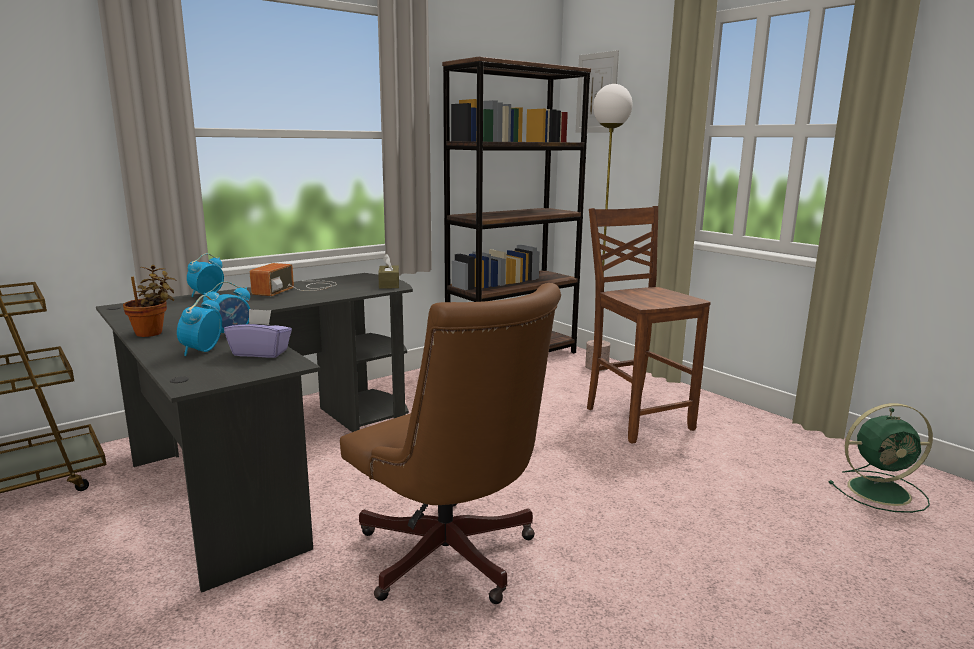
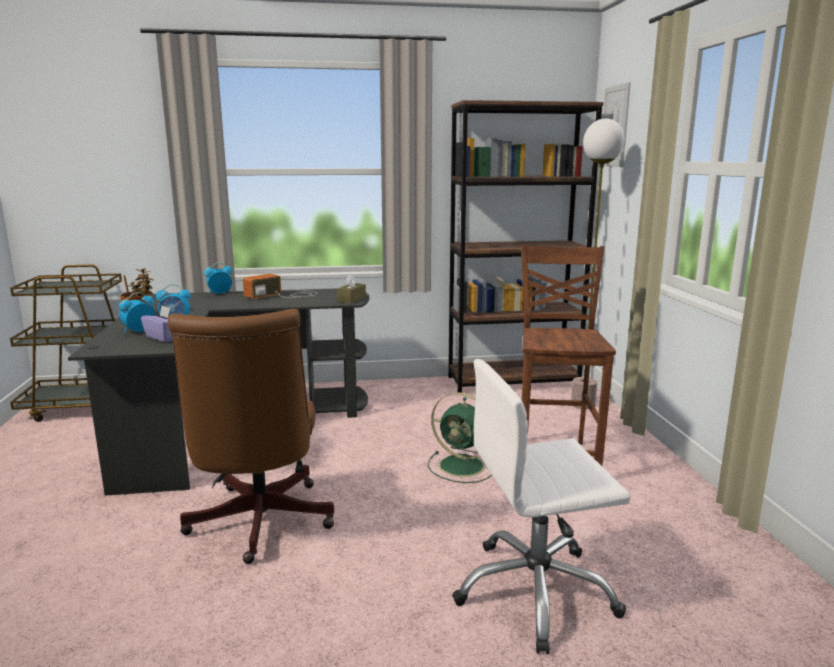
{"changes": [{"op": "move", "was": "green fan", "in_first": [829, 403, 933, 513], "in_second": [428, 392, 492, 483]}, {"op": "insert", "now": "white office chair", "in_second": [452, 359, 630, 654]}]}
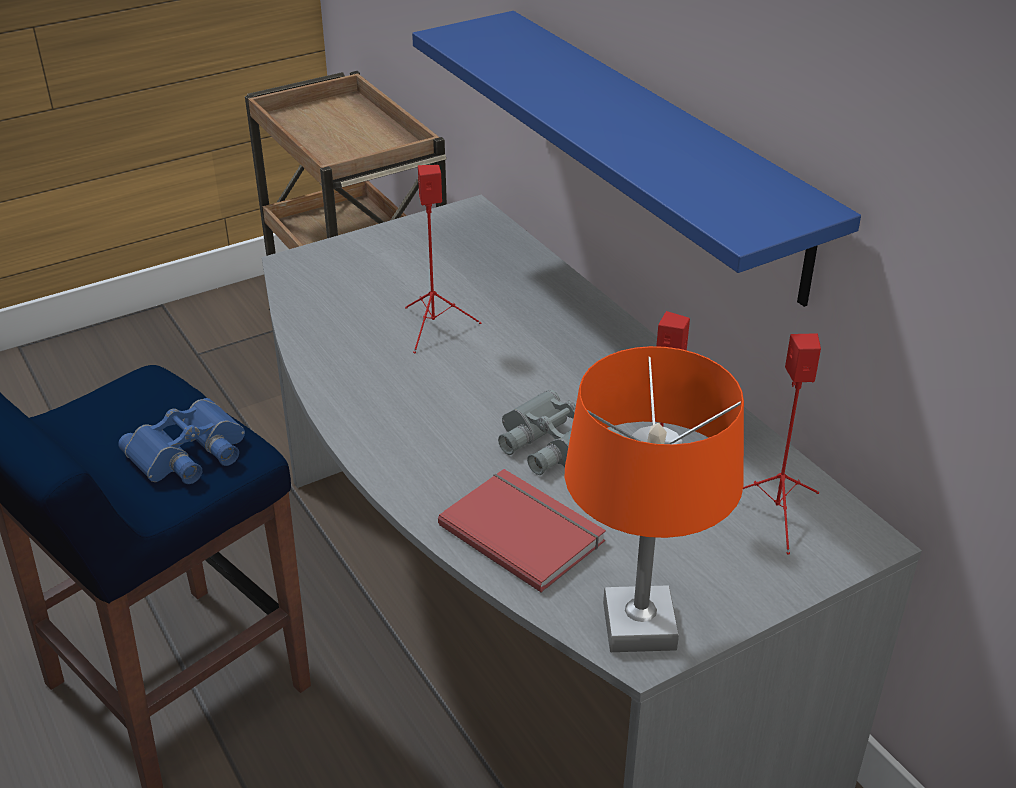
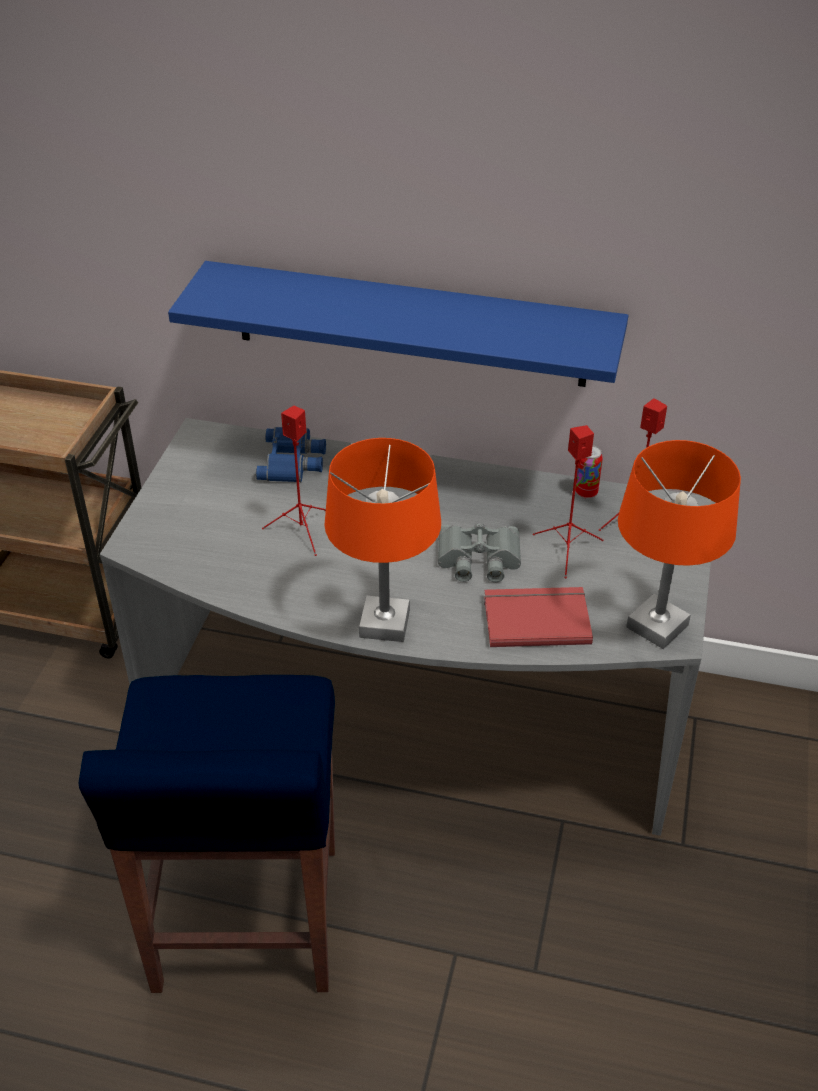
{"changes": [{"op": "move", "was": "blue binoculars", "in_first": [118, 398, 245, 484], "in_second": [256, 427, 326, 482]}, {"op": "insert", "now": "orange table lamp", "in_second": [325, 438, 441, 642]}, {"op": "insert", "now": "can", "in_second": [575, 446, 603, 499]}]}
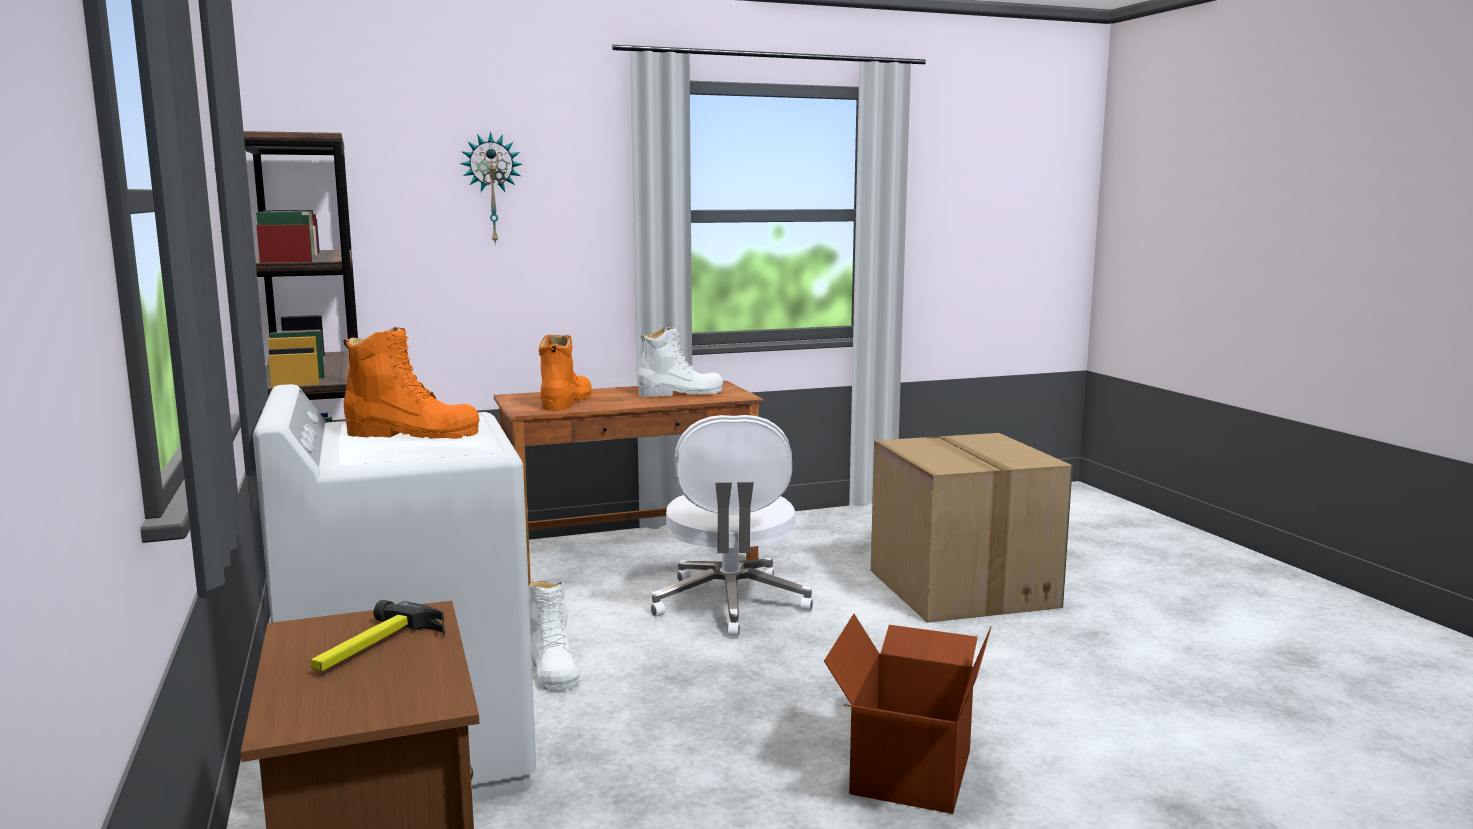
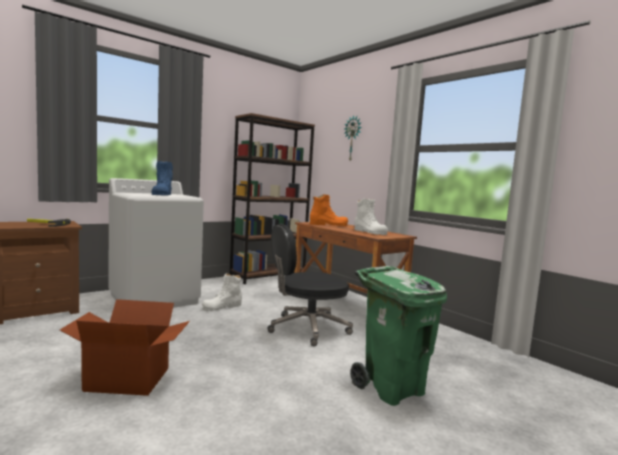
{"changes": [{"op": "recolor", "was": "orange boot", "now": "blue boot", "in_first": [343, 327, 480, 439], "in_second": [151, 161, 173, 195]}, {"op": "recolor", "was": "white office chair", "now": "black office chair", "in_first": [651, 415, 813, 637], "in_second": [267, 224, 353, 346]}, {"op": "replace", "was": "cardboard box", "now": "green trash can", "in_first": [871, 433, 1073, 623], "in_second": [350, 266, 447, 406]}]}
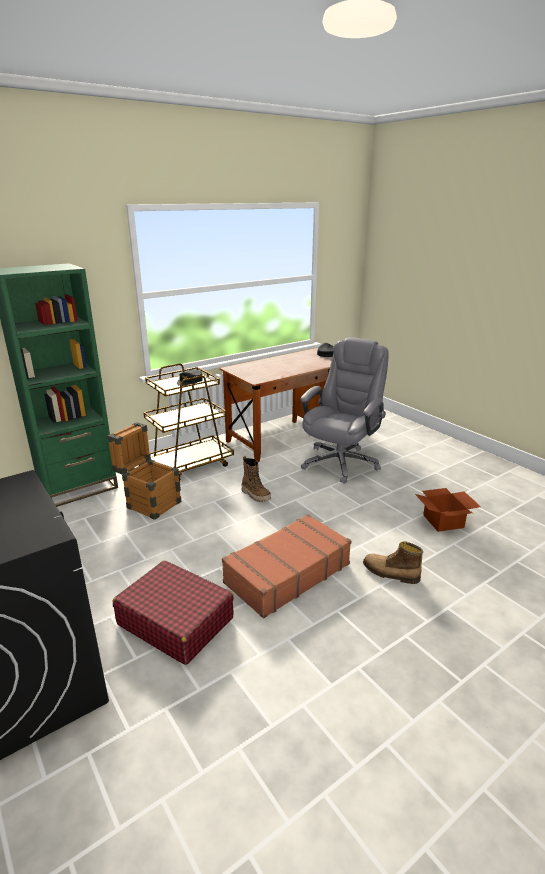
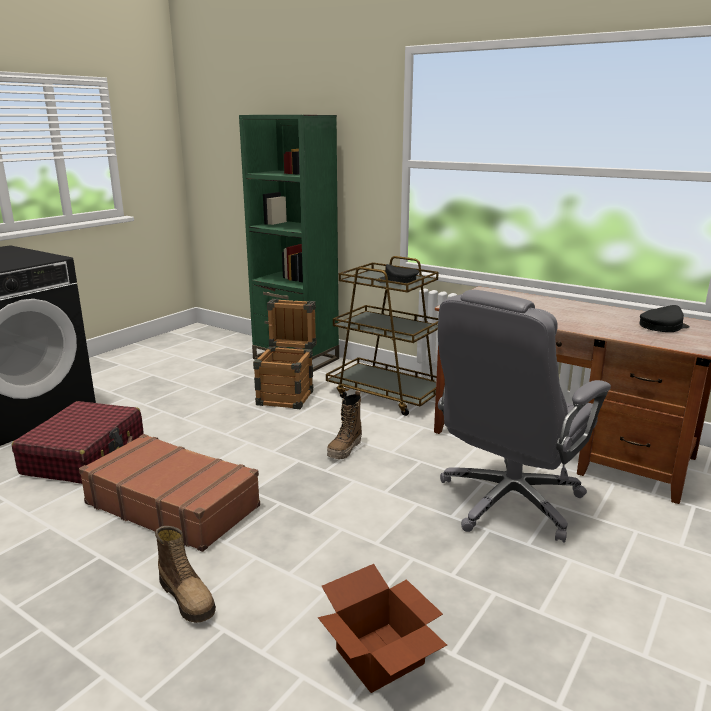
{"changes": [{"op": "rotate", "was": "grey office chair", "in_first": [301, 337, 389, 484], "in_second": [438, 290, 611, 543], "clockwise": 120}, {"op": "rotate", "was": "boot", "in_first": [363, 541, 423, 584], "in_second": [155, 526, 216, 623], "clockwise": 135}]}
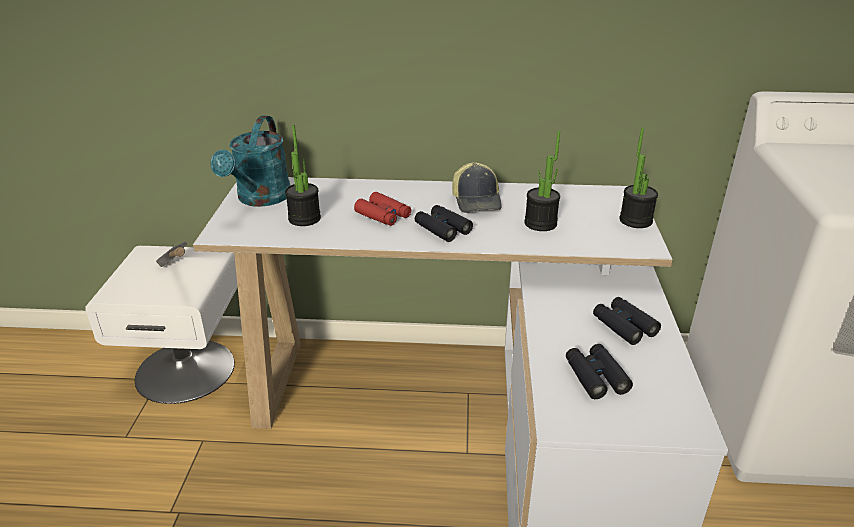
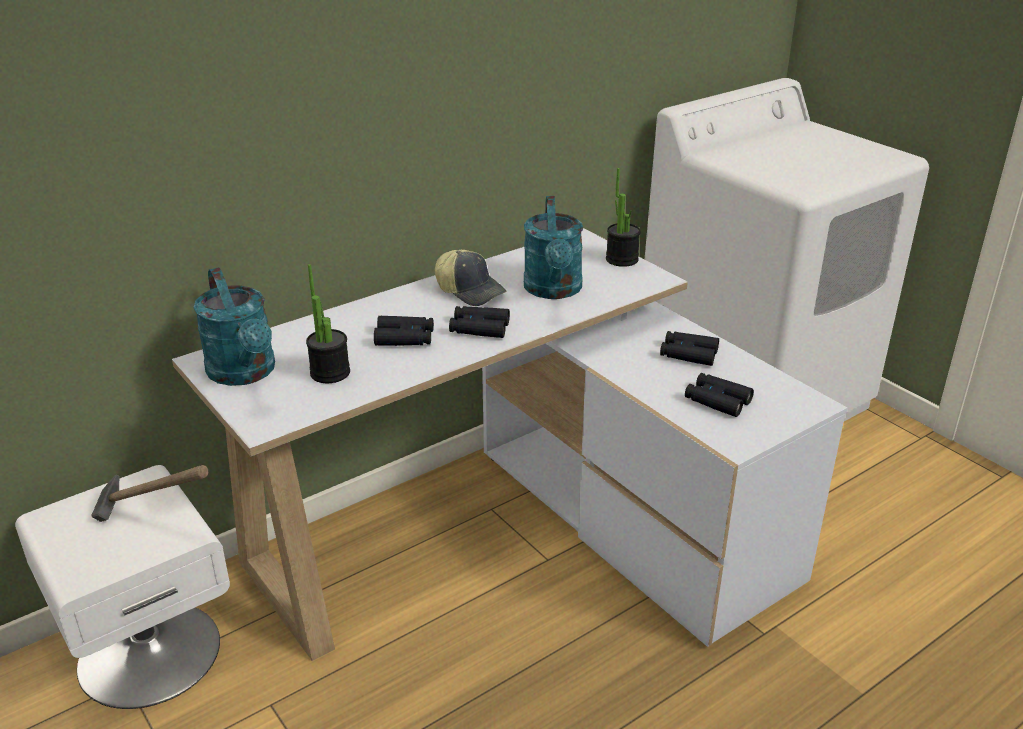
{"changes": [{"op": "replace", "was": "potted plant", "now": "turquoise watering can", "in_first": [524, 131, 560, 231], "in_second": [524, 196, 583, 299]}, {"op": "recolor", "was": "red binoculars", "now": "black binoculars", "in_first": [354, 192, 411, 226], "in_second": [374, 316, 434, 346]}]}
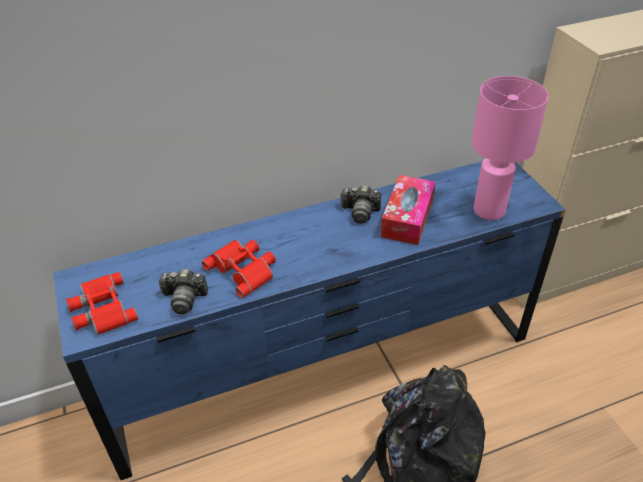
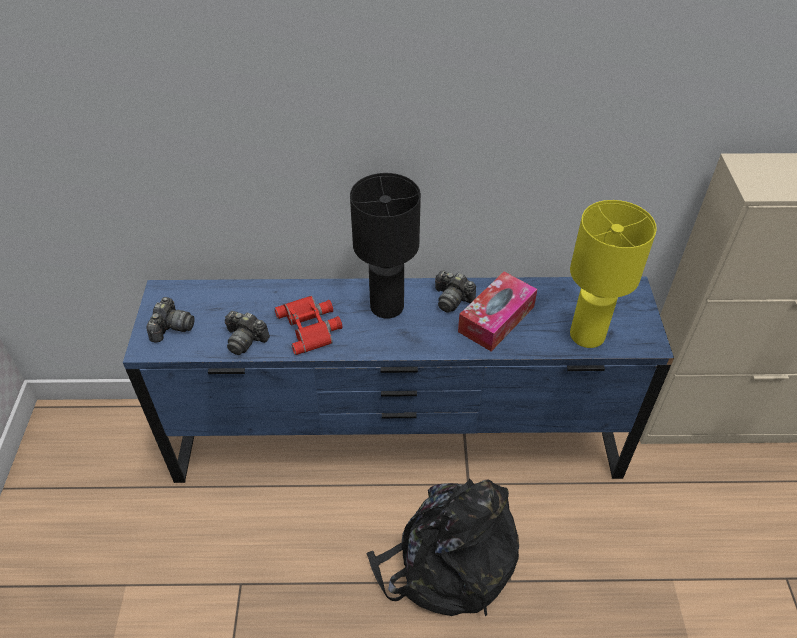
{"changes": [{"op": "recolor", "was": "pink table lamp", "now": "yellow table lamp", "in_first": [471, 76, 549, 220], "in_second": [570, 200, 657, 348]}, {"op": "replace", "was": "red binoculars", "now": "photo camera", "in_first": [66, 272, 138, 335], "in_second": [146, 297, 195, 342]}, {"op": "insert", "now": "black table lamp", "in_second": [350, 173, 421, 319]}]}
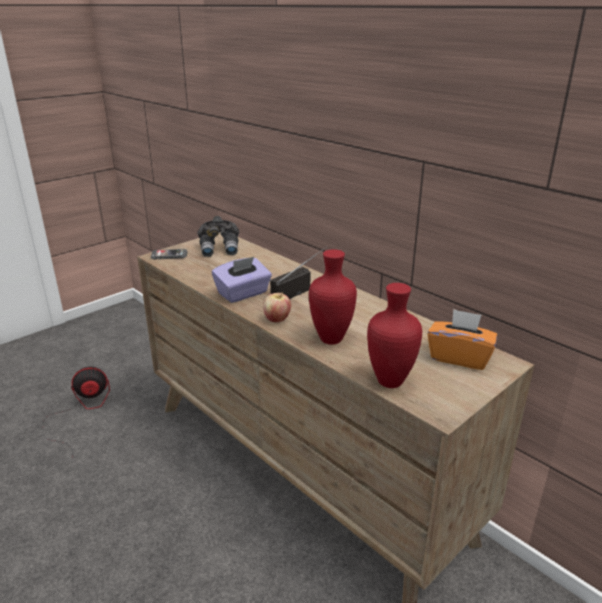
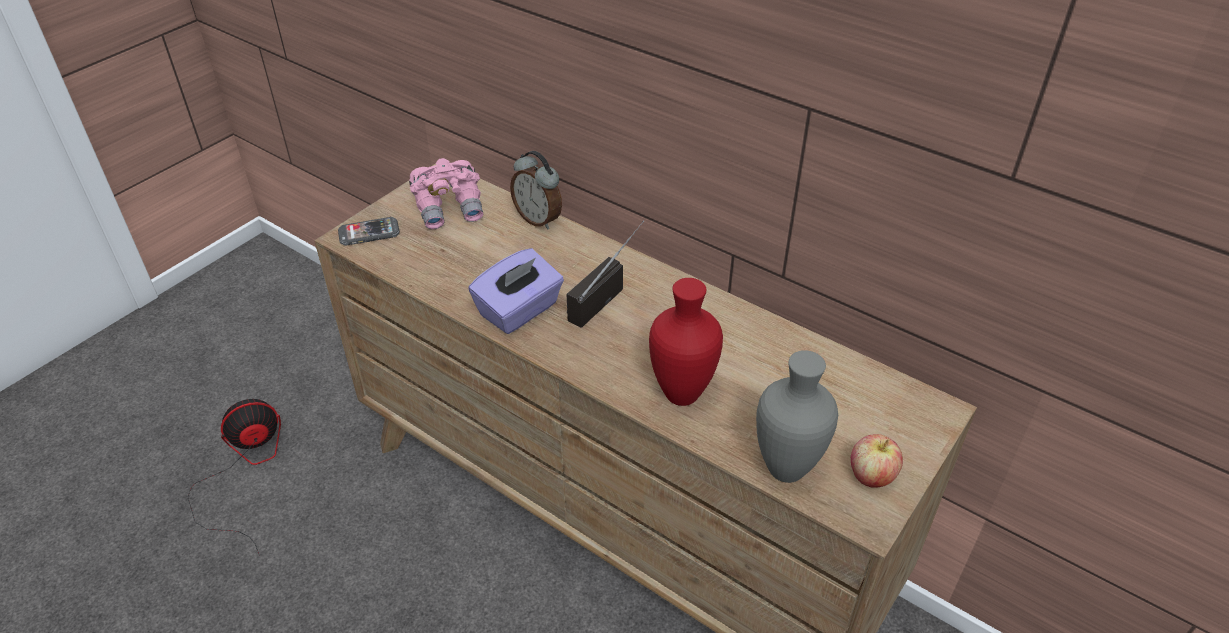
{"changes": [{"op": "recolor", "was": "grey binoculars", "now": "pink binoculars", "in_first": [197, 216, 239, 257], "in_second": [409, 158, 484, 229]}, {"op": "recolor", "was": "red vase", "now": "grey vase", "in_first": [367, 283, 422, 388], "in_second": [756, 350, 838, 483]}, {"op": "move", "was": "apple", "in_first": [263, 292, 291, 322], "in_second": [851, 434, 903, 488]}, {"op": "delete", "was": "orange tissue box", "in_first": [427, 309, 497, 370]}, {"op": "insert", "now": "alarm clock", "in_second": [510, 151, 562, 230]}]}
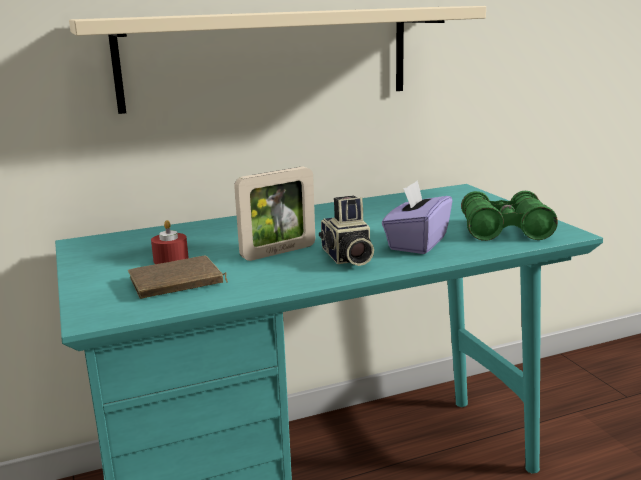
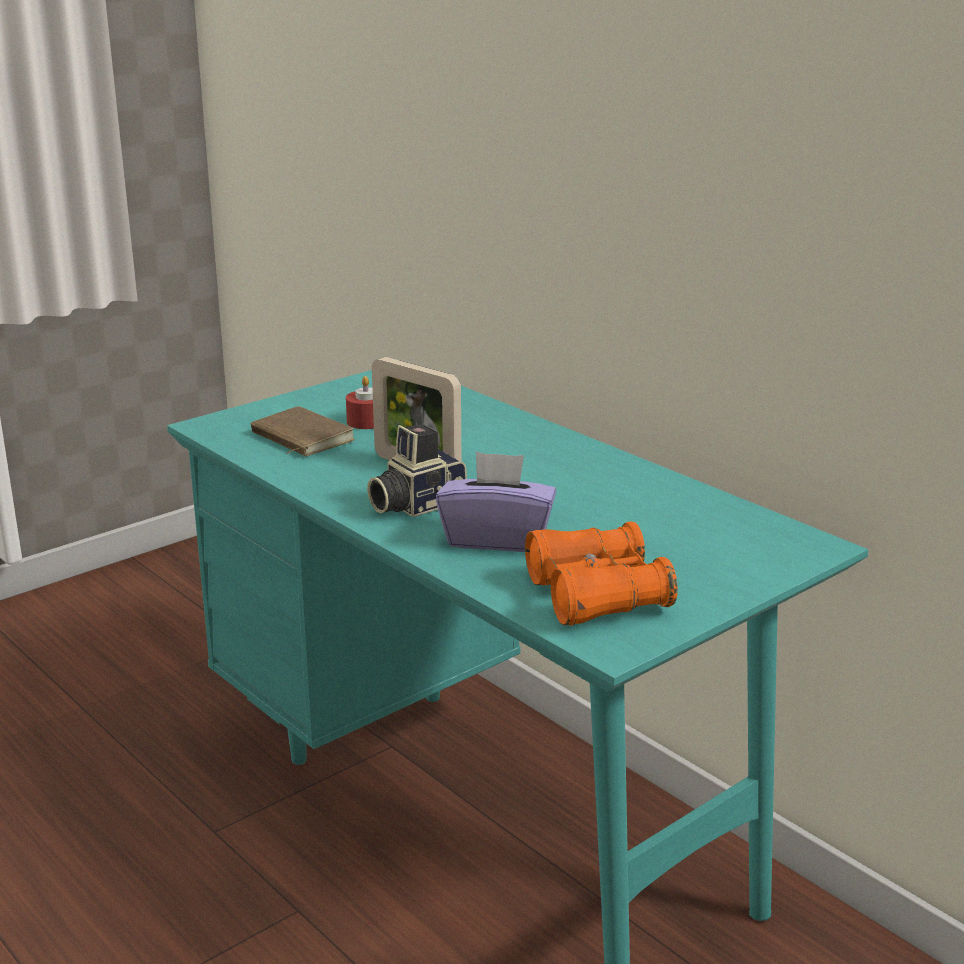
{"changes": [{"op": "delete", "was": "beige shelf", "in_first": [69, 6, 486, 114]}, {"op": "recolor", "was": "green binoculars", "now": "orange binoculars", "in_first": [461, 191, 558, 241], "in_second": [525, 521, 678, 626]}]}
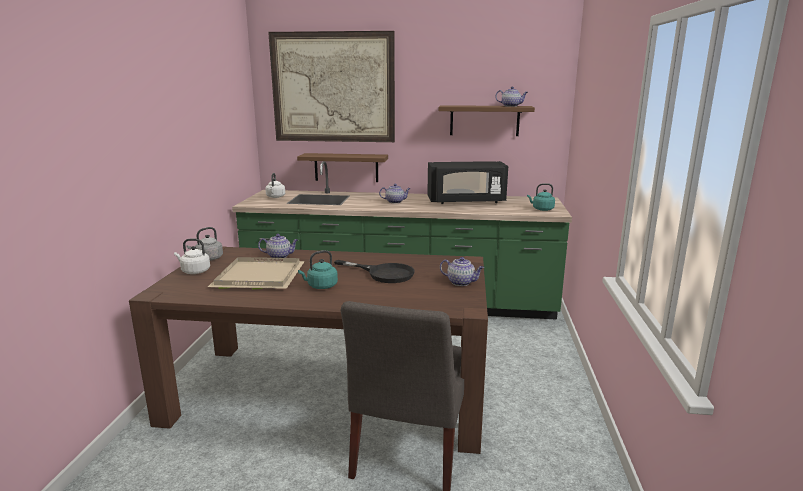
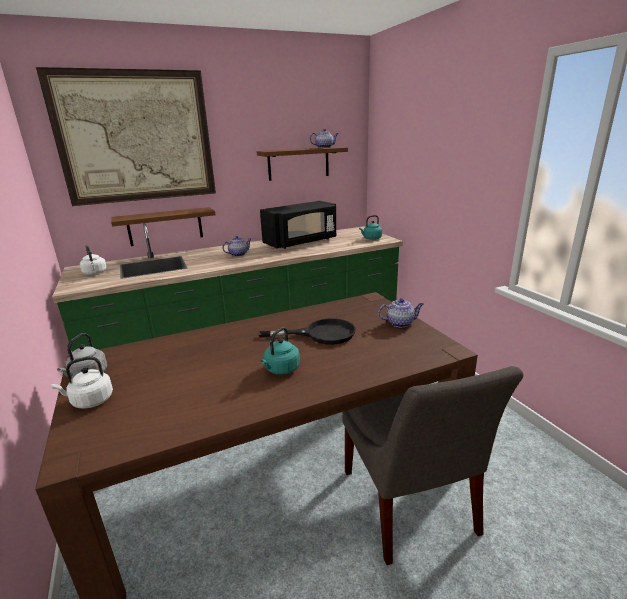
{"changes": [{"op": "delete", "was": "teapot", "in_first": [258, 234, 298, 258]}, {"op": "delete", "was": "beige tray", "in_first": [208, 257, 305, 290]}]}
